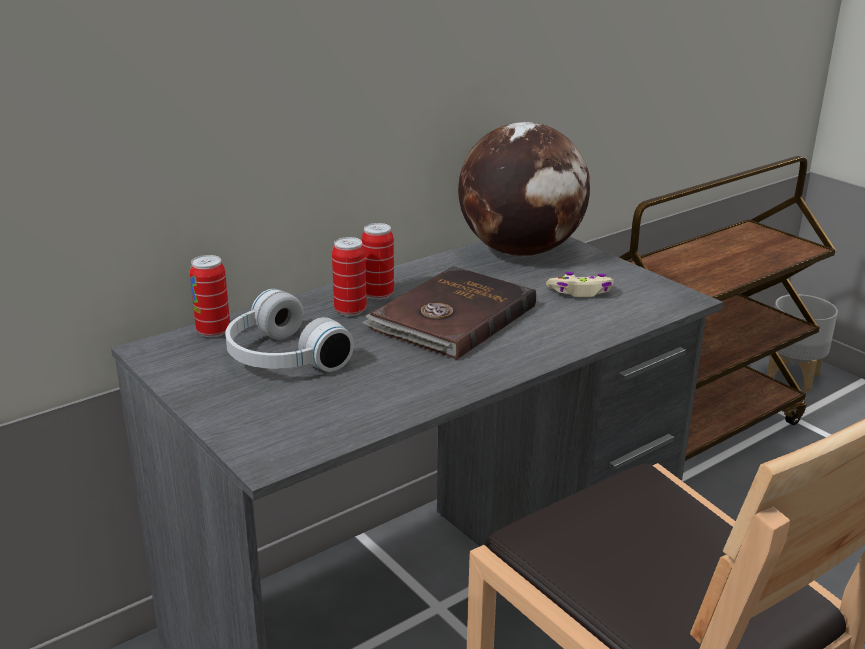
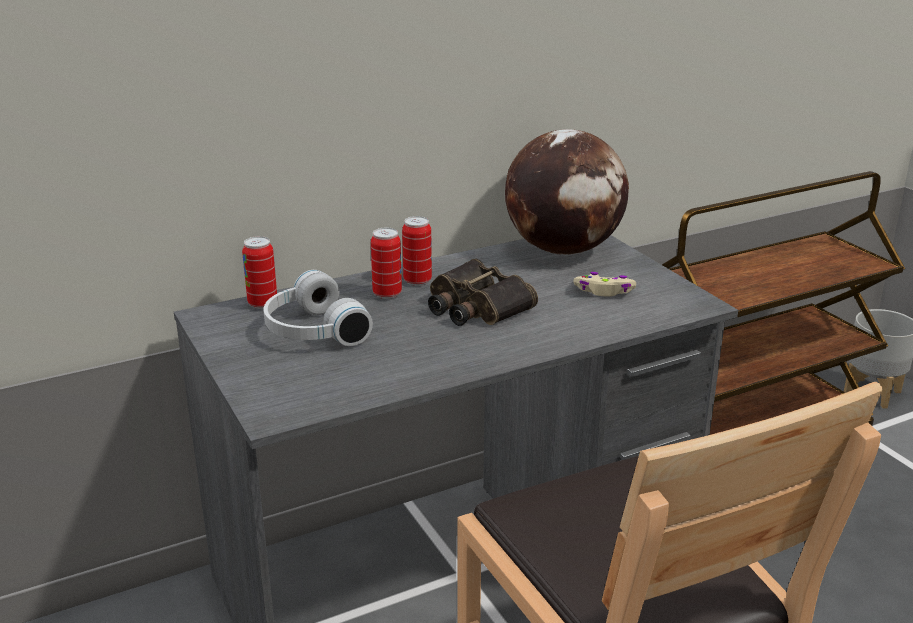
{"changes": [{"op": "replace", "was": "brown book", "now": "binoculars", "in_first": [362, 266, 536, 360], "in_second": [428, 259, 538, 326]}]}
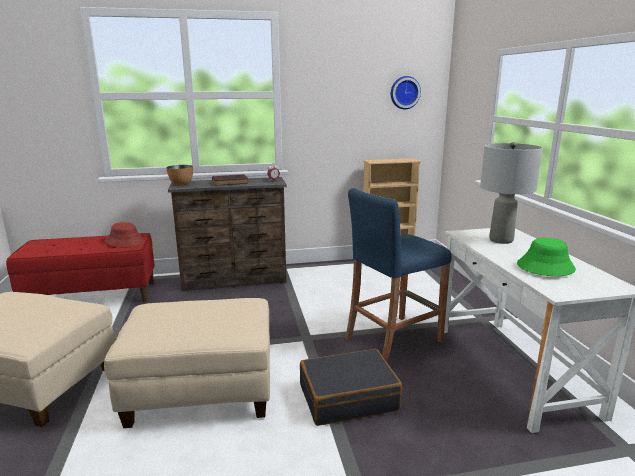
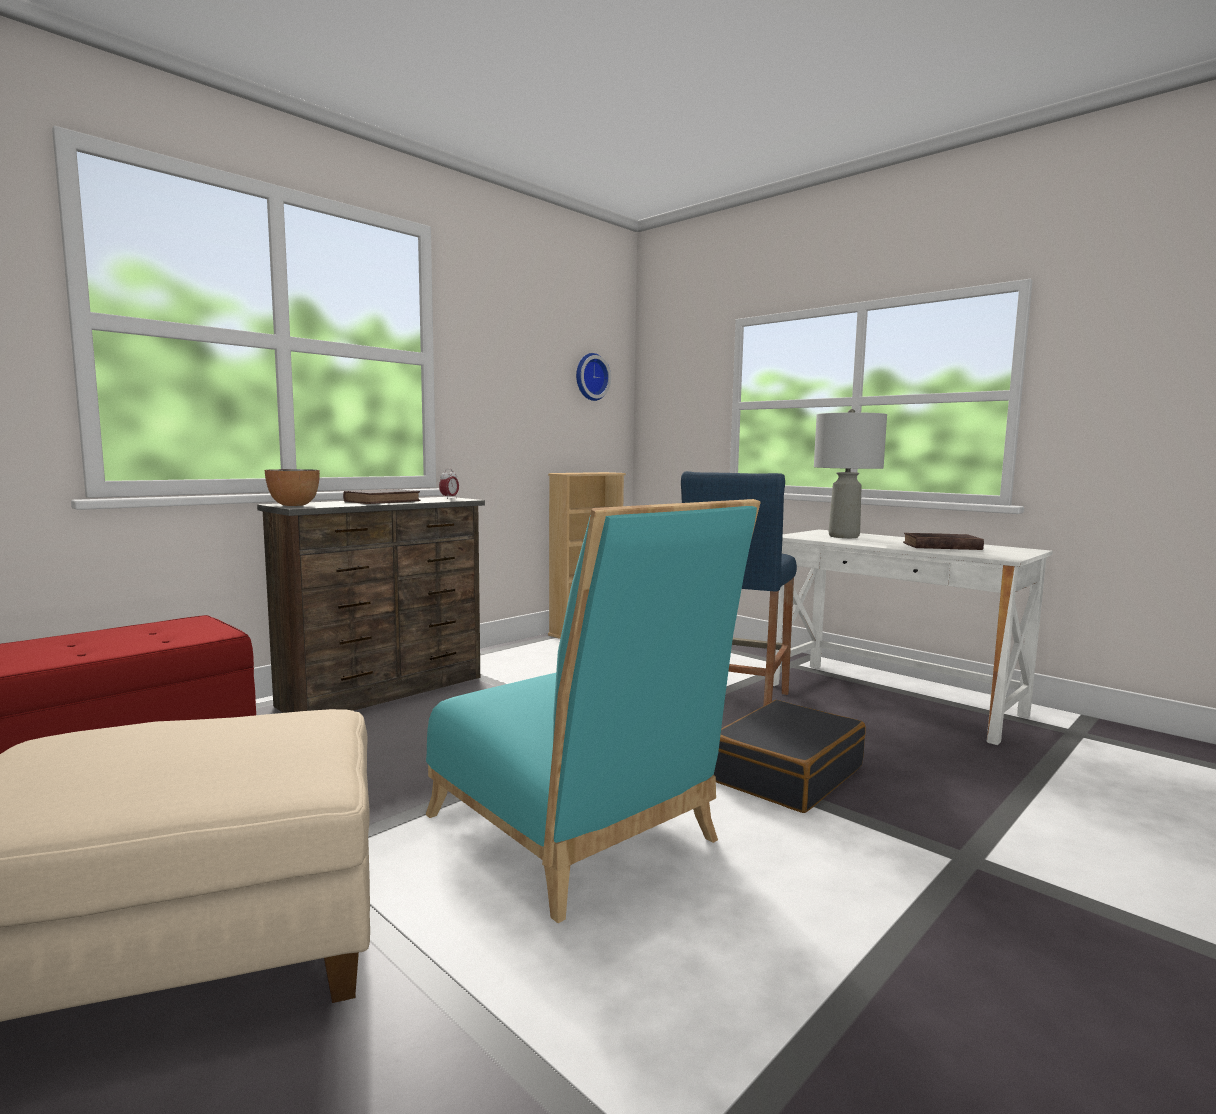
{"changes": [{"op": "delete", "was": "red hat", "in_first": [105, 222, 145, 248]}, {"op": "replace", "was": "green hat", "now": "brown book", "in_first": [517, 238, 576, 276], "in_second": [903, 533, 984, 550]}, {"op": "replace", "was": "beige ottoman", "now": "turquoise chair", "in_first": [104, 298, 270, 428], "in_second": [426, 499, 761, 923]}]}
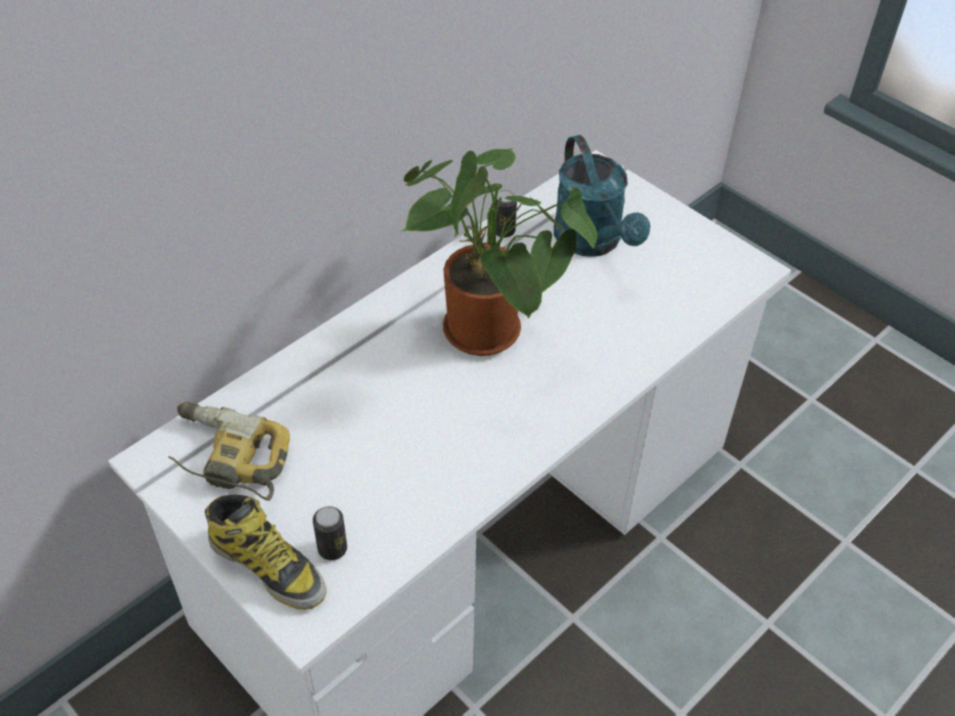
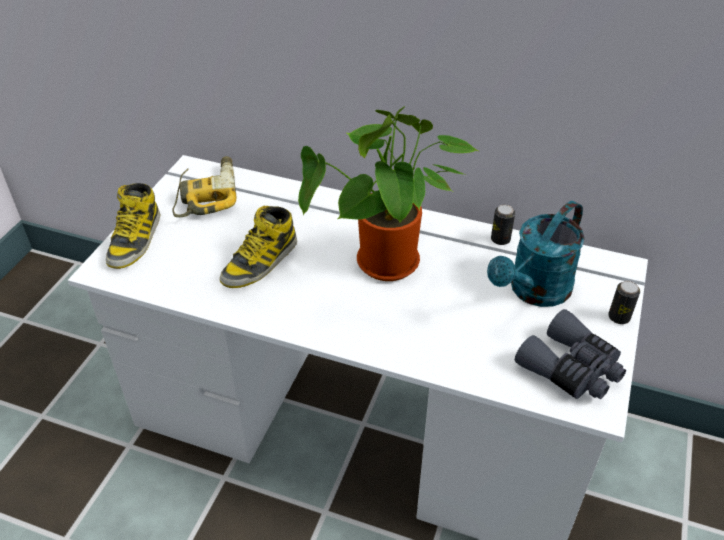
{"changes": [{"op": "move", "was": "can", "in_first": [313, 506, 347, 560], "in_second": [608, 281, 640, 324]}, {"op": "insert", "now": "boot", "in_second": [220, 206, 297, 288]}, {"op": "insert", "now": "grey binoculars", "in_second": [515, 309, 626, 399]}]}
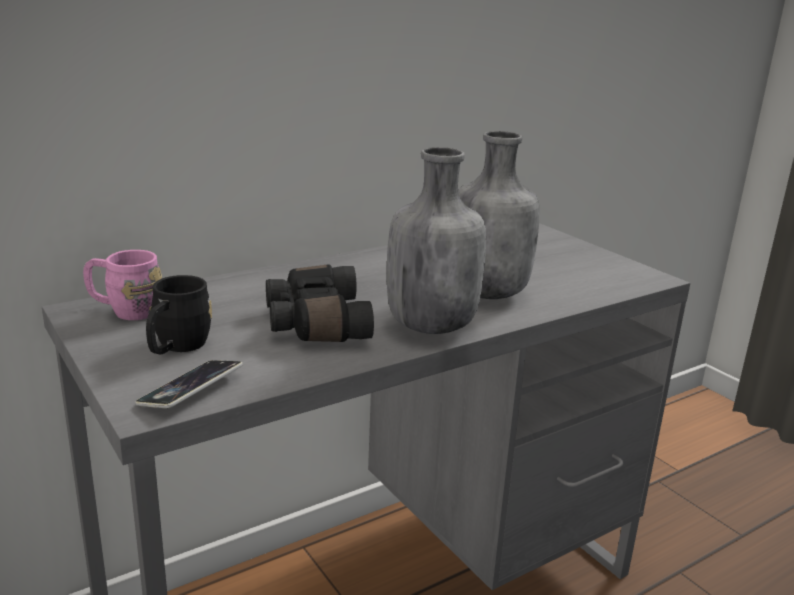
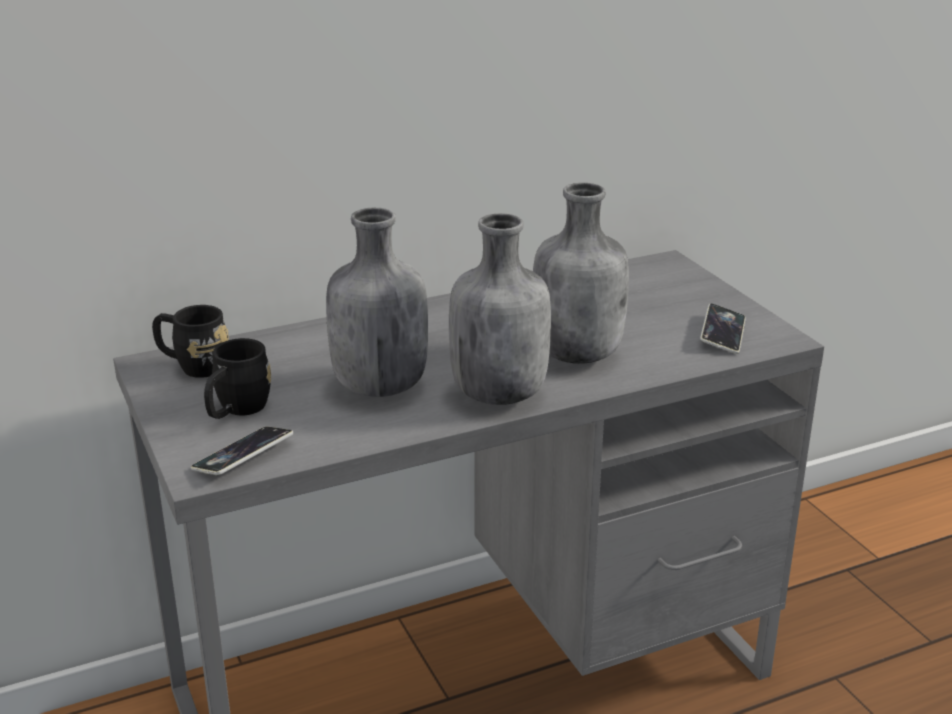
{"changes": [{"op": "recolor", "was": "pink mug", "now": "black mug", "in_first": [83, 250, 162, 320], "in_second": [152, 305, 229, 378]}, {"op": "replace", "was": "black binoculars", "now": "grey bottle", "in_first": [266, 264, 374, 342], "in_second": [326, 208, 428, 397]}, {"op": "insert", "now": "phone", "in_second": [700, 304, 746, 354]}]}
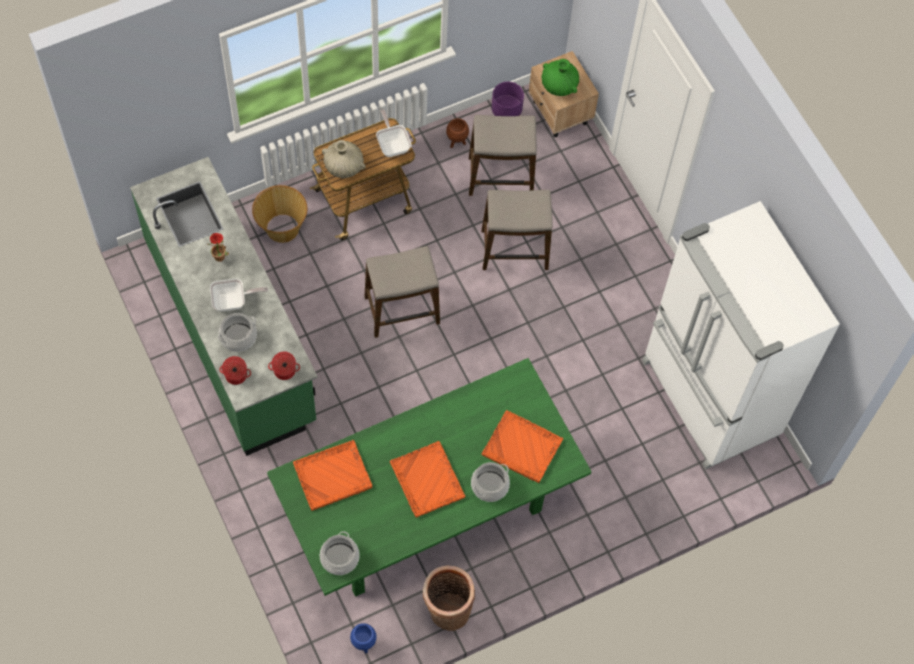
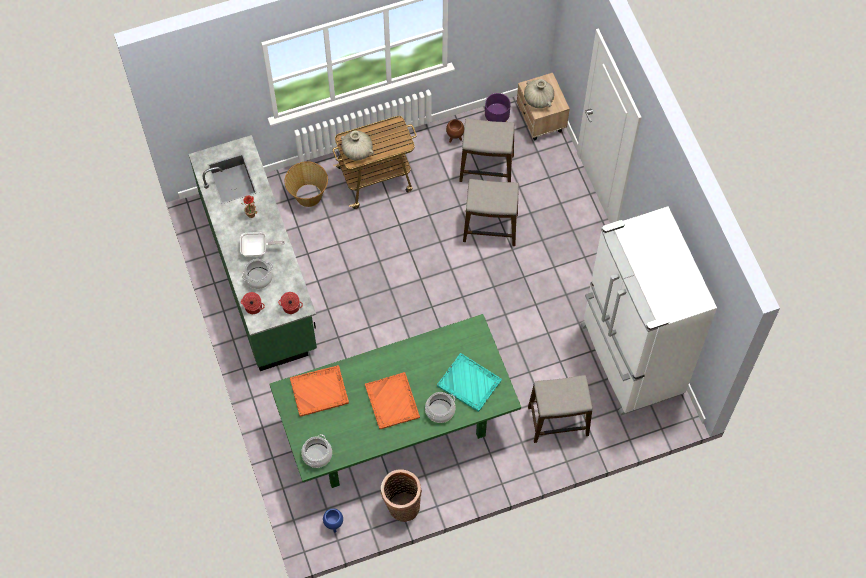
{"changes": [{"op": "recolor", "was": "green vase", "now": "beige vase", "in_first": [542, 59, 579, 96], "in_second": [524, 79, 554, 108]}, {"op": "delete", "was": "frying pan", "in_first": [376, 109, 412, 157]}, {"op": "move", "was": "stool", "in_first": [364, 246, 440, 338], "in_second": [528, 375, 593, 443]}, {"op": "recolor", "was": "orange tray", "now": "turquoise tray", "in_first": [482, 410, 563, 483], "in_second": [437, 353, 502, 412]}]}
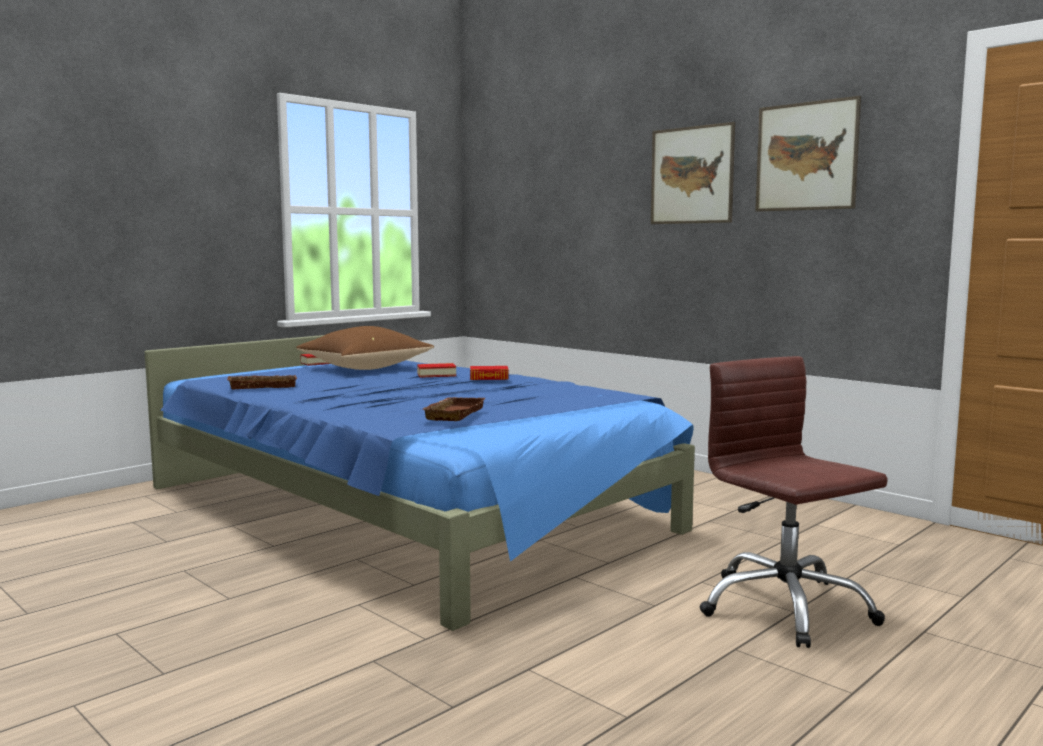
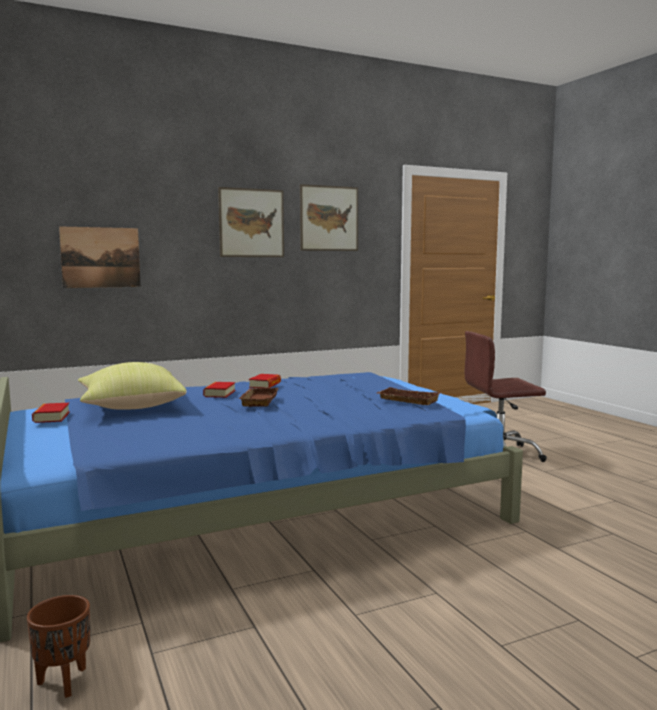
{"changes": [{"op": "recolor", "was": "brown pillow", "now": "yellow pillow", "in_first": [296, 326, 434, 370], "in_second": [78, 362, 187, 410]}, {"op": "move", "was": "brown tray", "in_first": [227, 375, 297, 389], "in_second": [239, 388, 278, 407]}, {"op": "insert", "now": "picture", "in_second": [59, 226, 141, 288]}, {"op": "insert", "now": "brown planter", "in_second": [27, 595, 90, 698]}]}
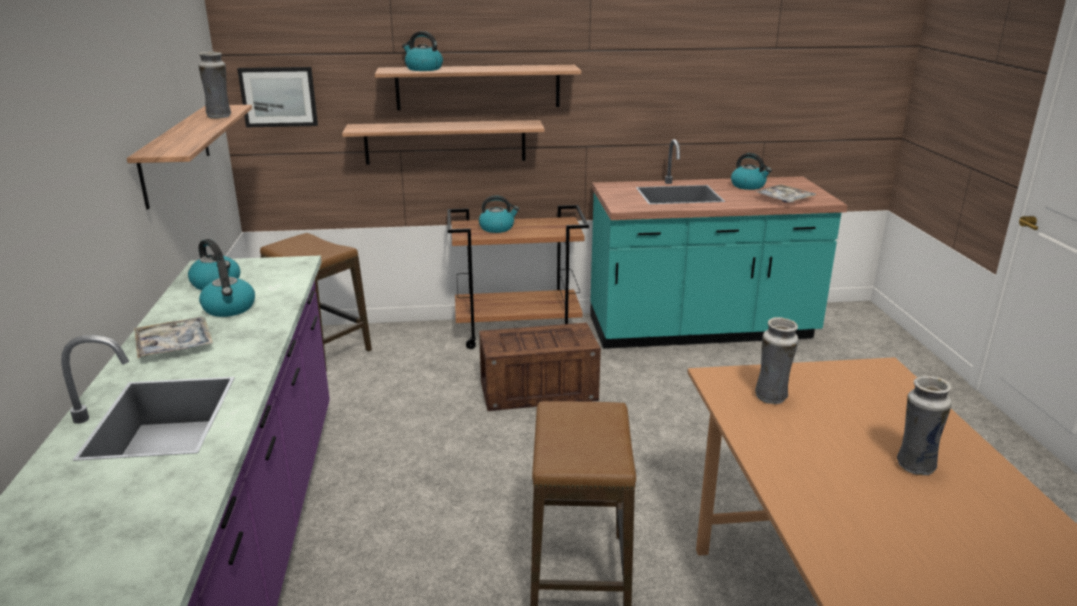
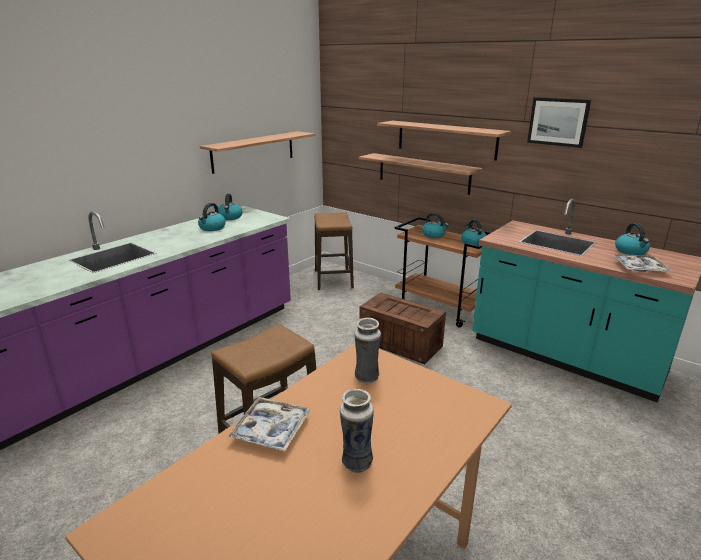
{"changes": [{"op": "move", "was": "kettle", "in_first": [402, 31, 443, 71], "in_second": [461, 220, 487, 246]}, {"op": "delete", "was": "vase", "in_first": [198, 51, 231, 119]}, {"op": "move", "was": "picture", "in_first": [237, 67, 318, 128], "in_second": [527, 97, 591, 148]}, {"op": "move", "was": "tray", "in_first": [134, 317, 213, 358], "in_second": [228, 397, 310, 451]}]}
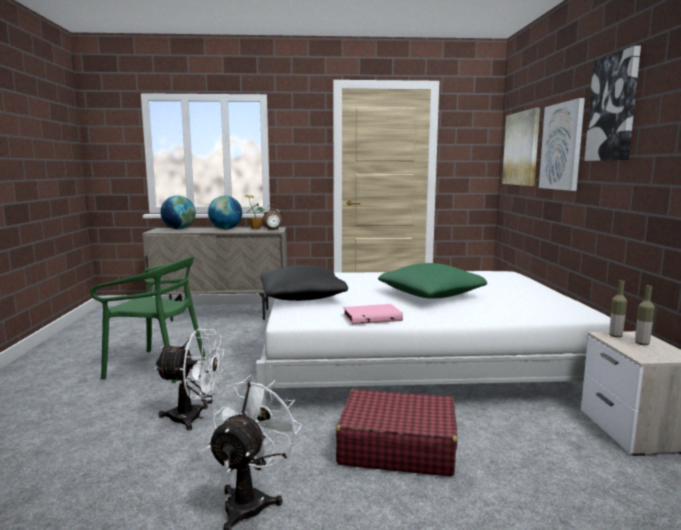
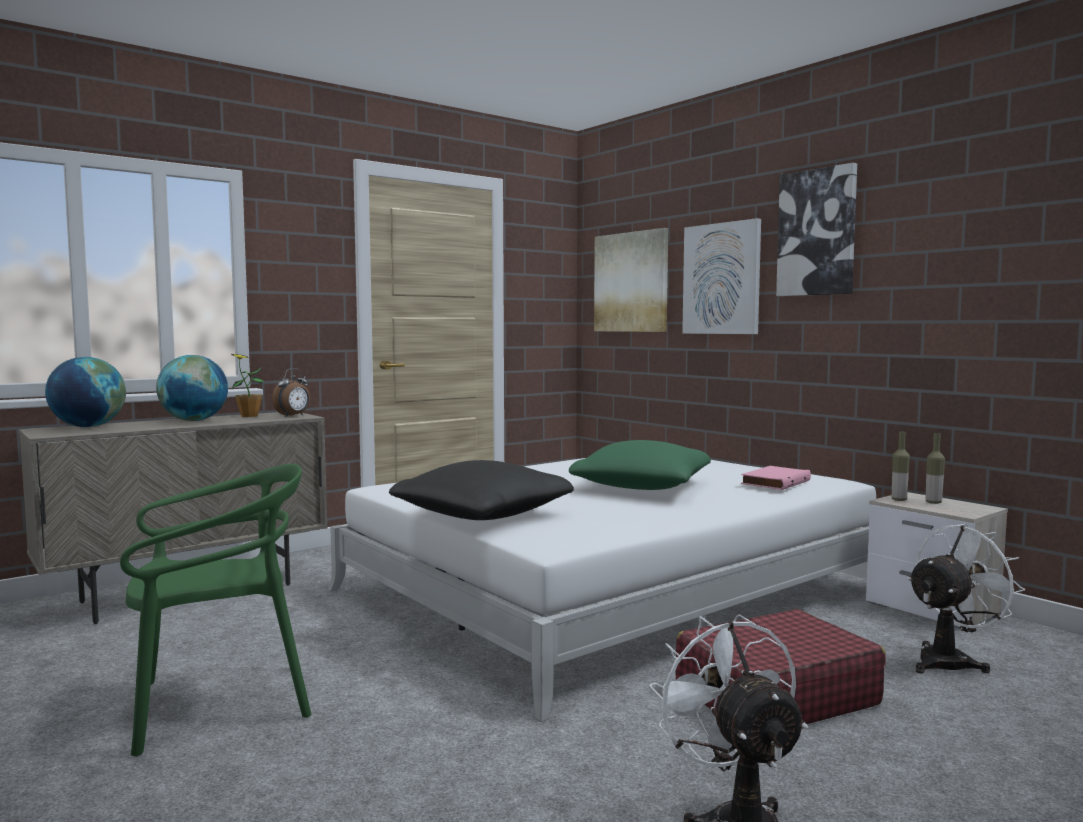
{"changes": [{"op": "move", "was": "pink book", "in_first": [343, 304, 403, 325], "in_second": [741, 466, 811, 490]}, {"op": "move", "was": "white fan", "in_first": [154, 329, 224, 431], "in_second": [907, 524, 1025, 673]}]}
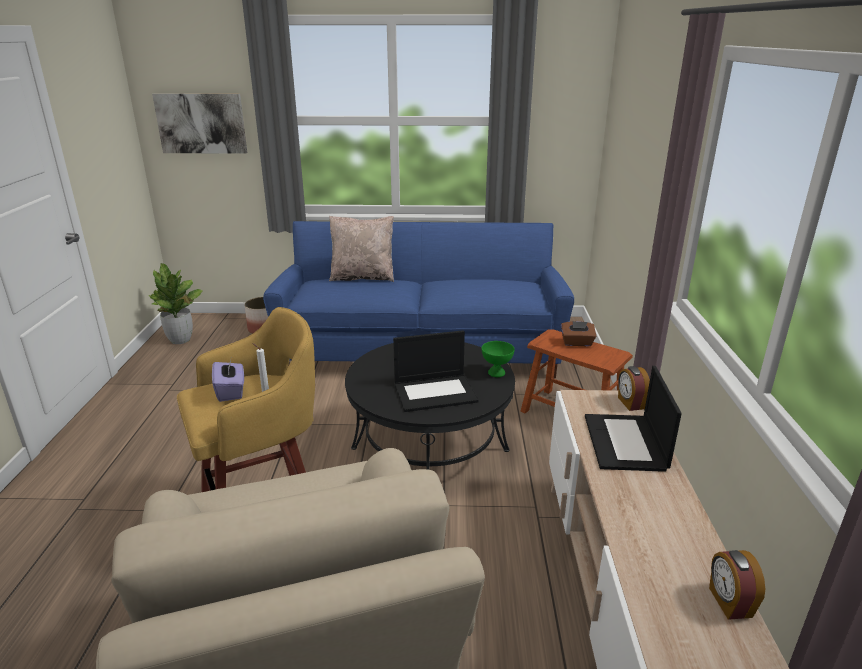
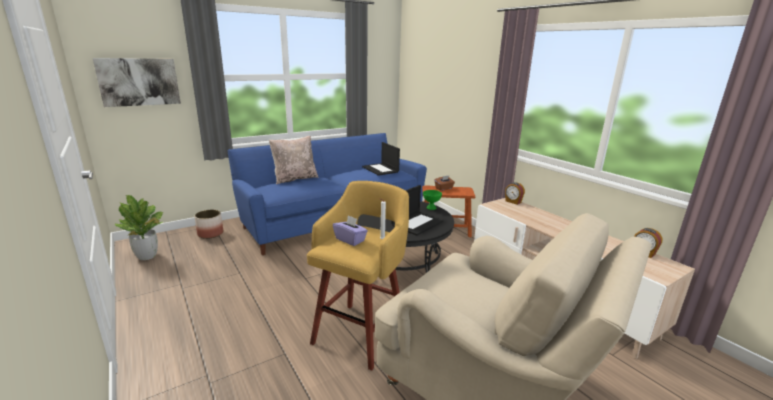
{"changes": [{"op": "move", "was": "laptop", "in_first": [585, 366, 682, 472], "in_second": [362, 142, 400, 176]}]}
